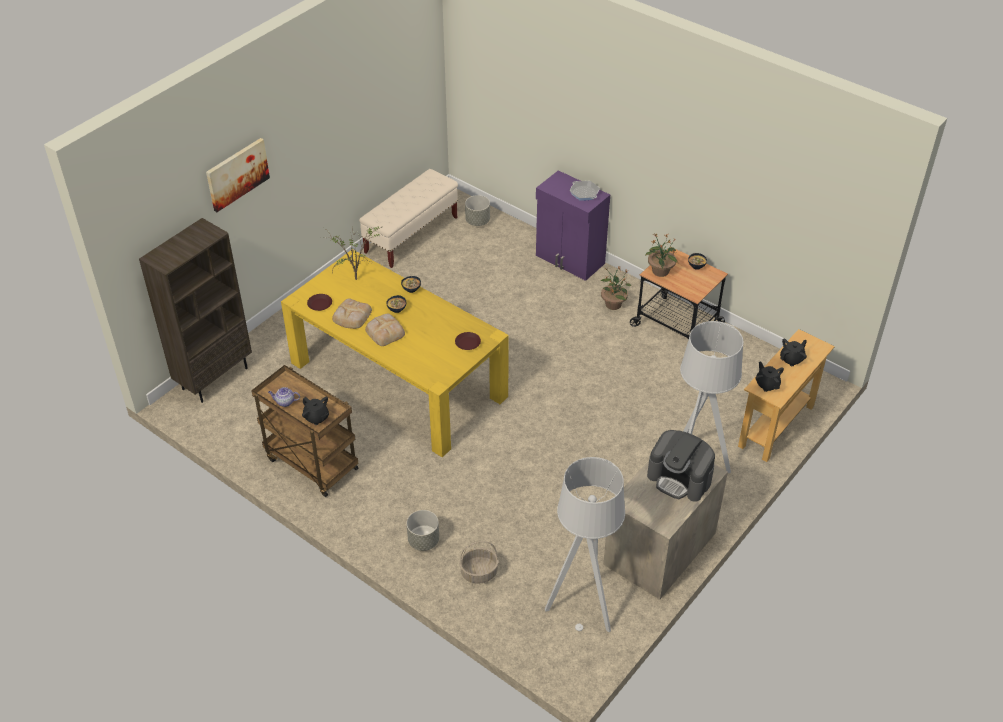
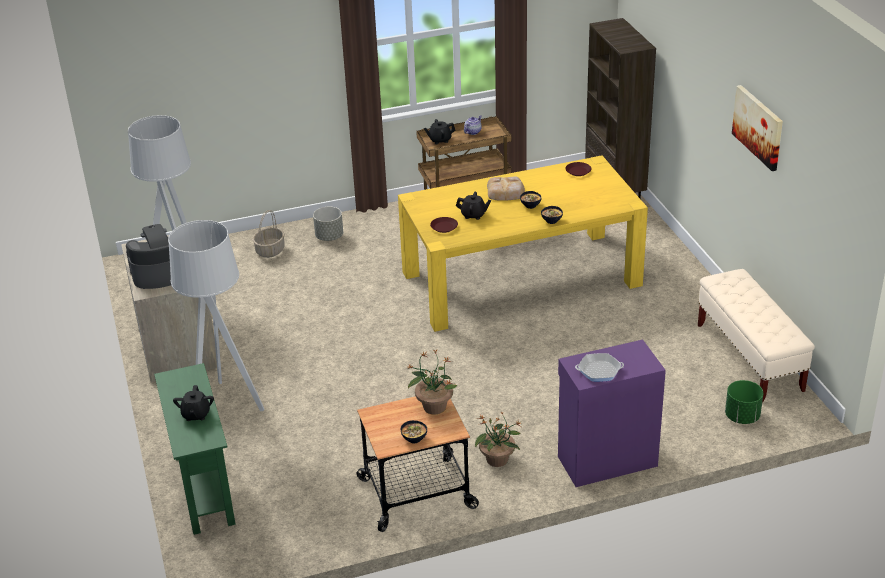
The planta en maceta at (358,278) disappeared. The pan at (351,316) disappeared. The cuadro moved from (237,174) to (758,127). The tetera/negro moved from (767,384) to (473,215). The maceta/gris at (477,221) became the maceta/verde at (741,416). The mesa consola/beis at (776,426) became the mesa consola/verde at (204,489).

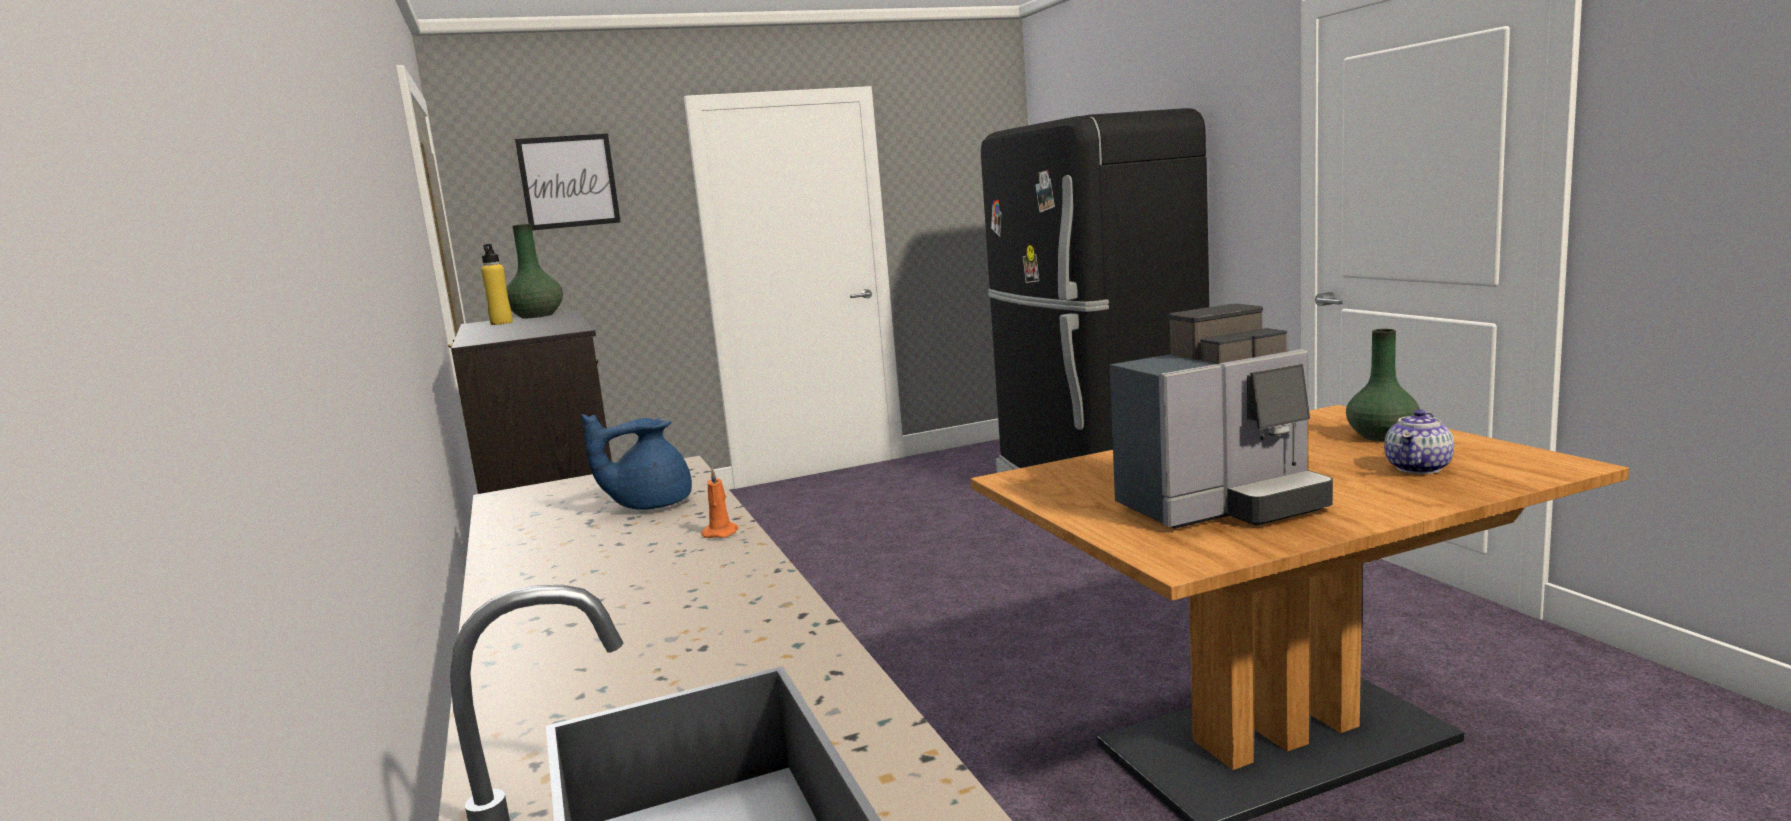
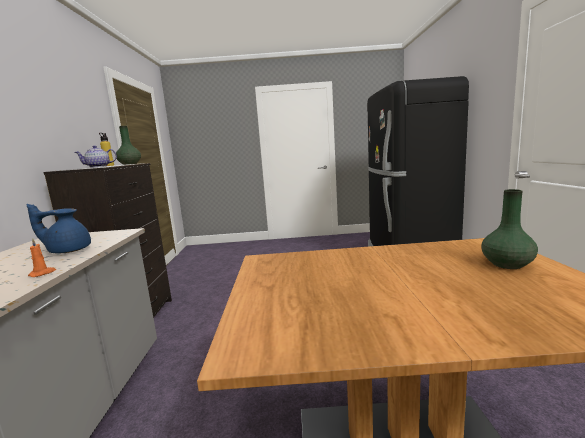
The cuadro at (568,181) disappeared. The cafetera at (1223,506) disappeared. The tetera moved from (1419,468) to (98,166).

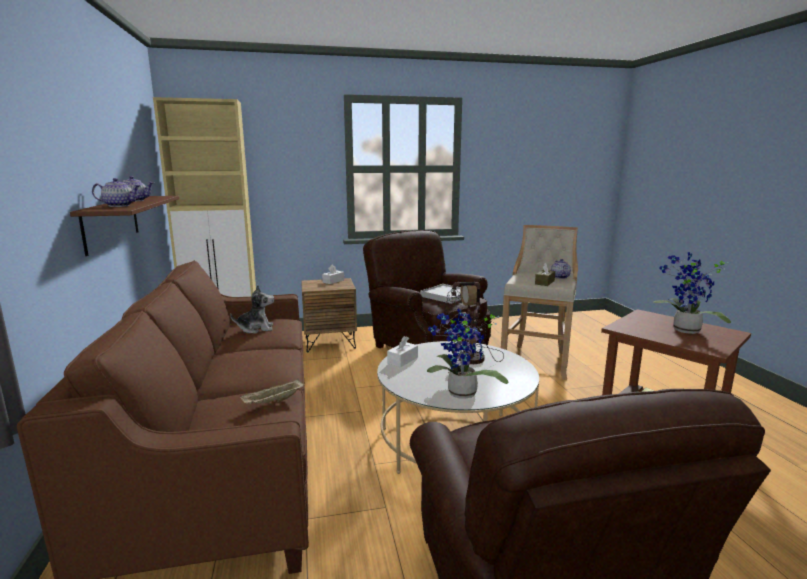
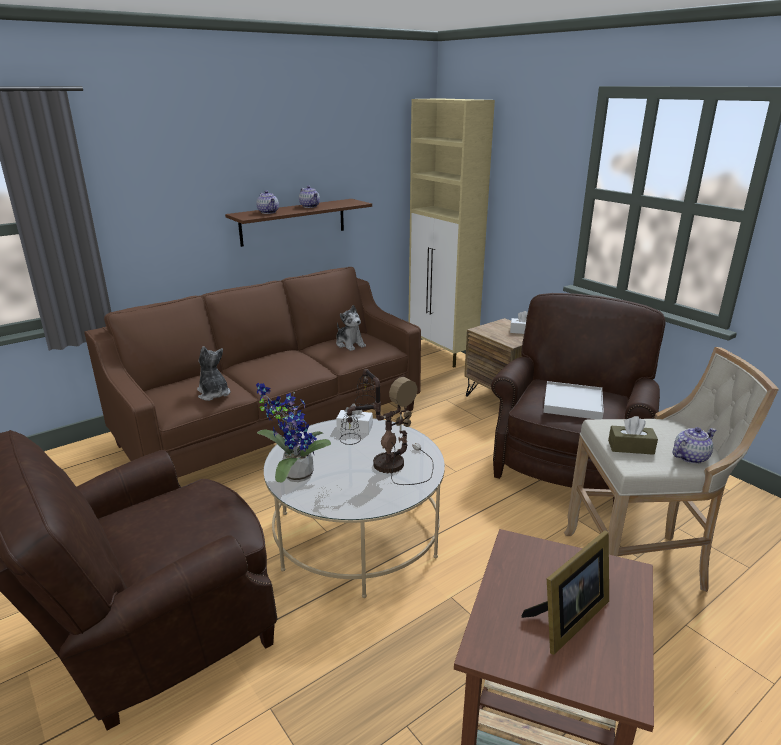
The bandeja/beis at (273,402) was replaced by the peluche at (213,394). The planta en maceta at (684,331) was replaced by the portarretratos at (567,620).

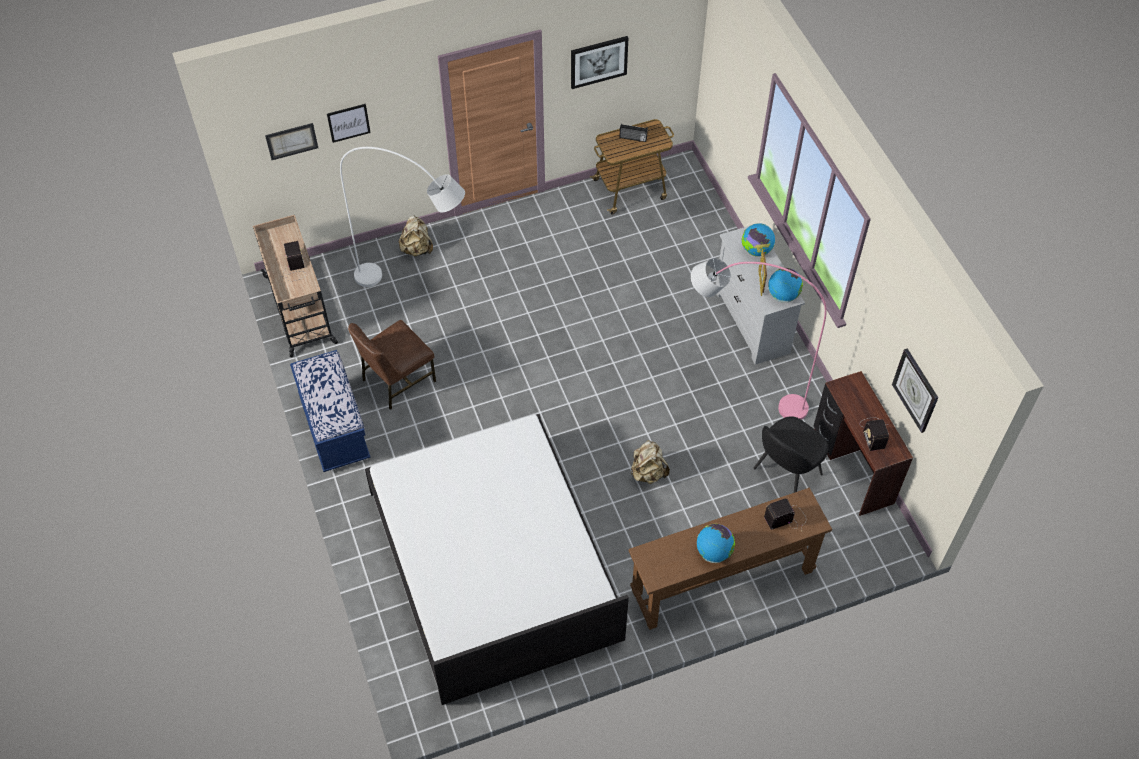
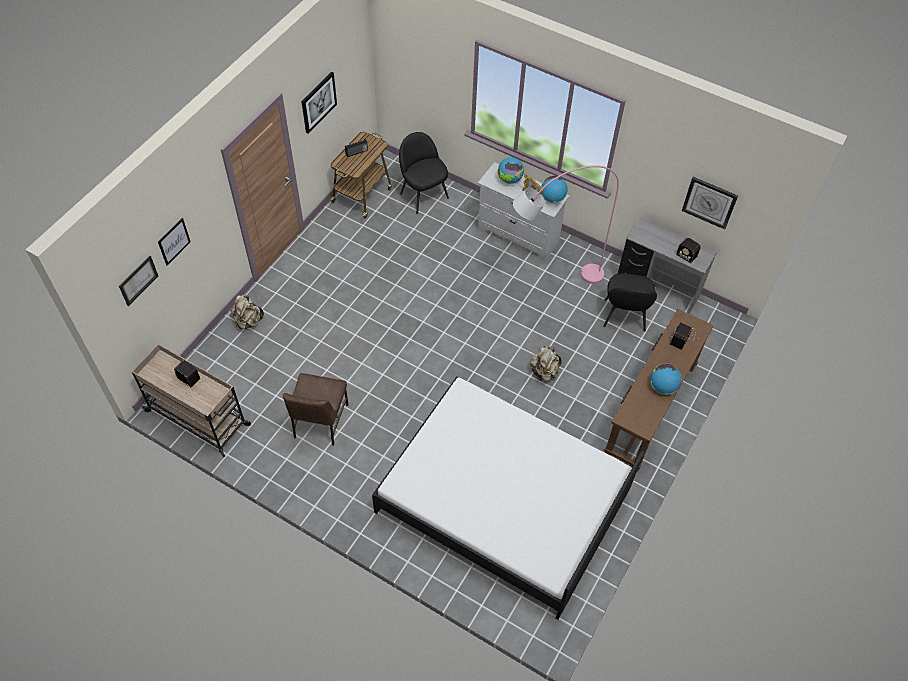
The banco/azul at (334,428) disappeared. The lámpara de pie/blanco at (417,288) disappeared. The silla/negro at (423,195) appeared. The escritorio/marrón at (851,467) became the escritorio/gris at (657,288).

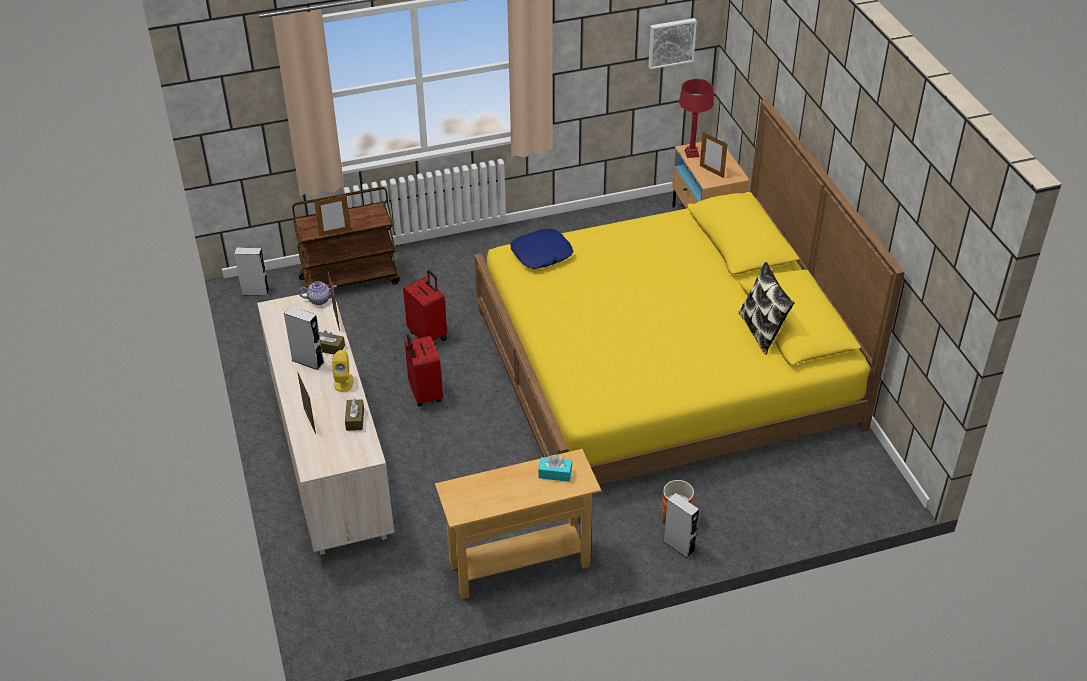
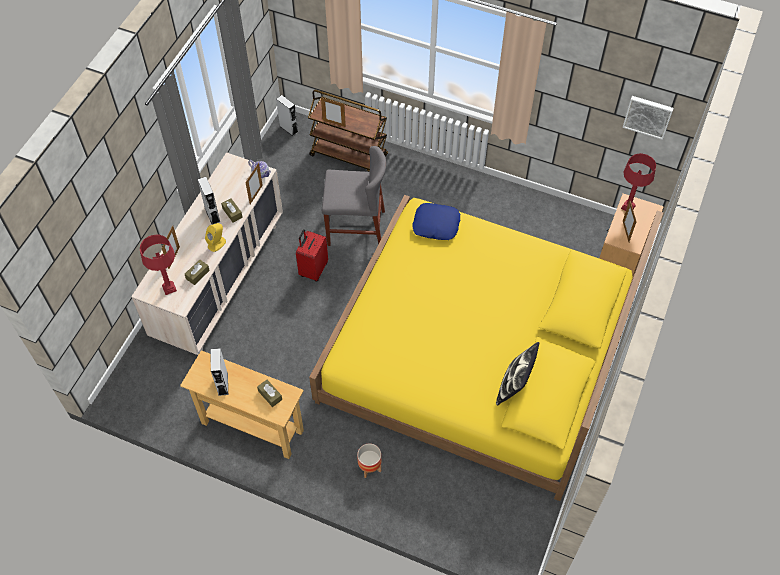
The lámpara de mesa/rojo at (169,288) appeared. The altavoz/gris moved from (679,546) to (223,384). The maleta/rojo at (428,335) was replaced by the silla/gris at (356,228). The caja de pañuelos/turquesa at (555,474) became the caja de pañuelos/marrón at (270,395).

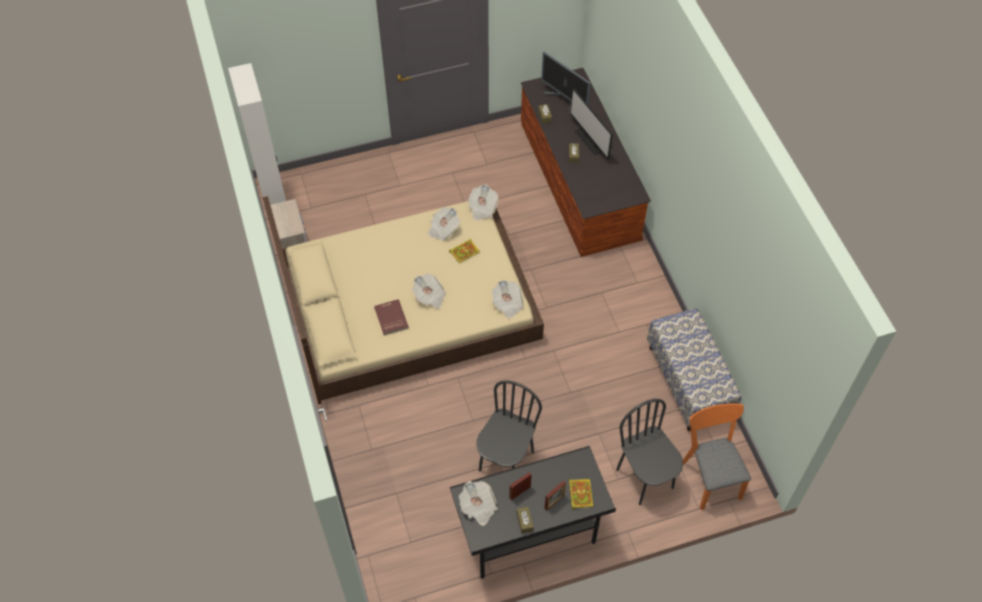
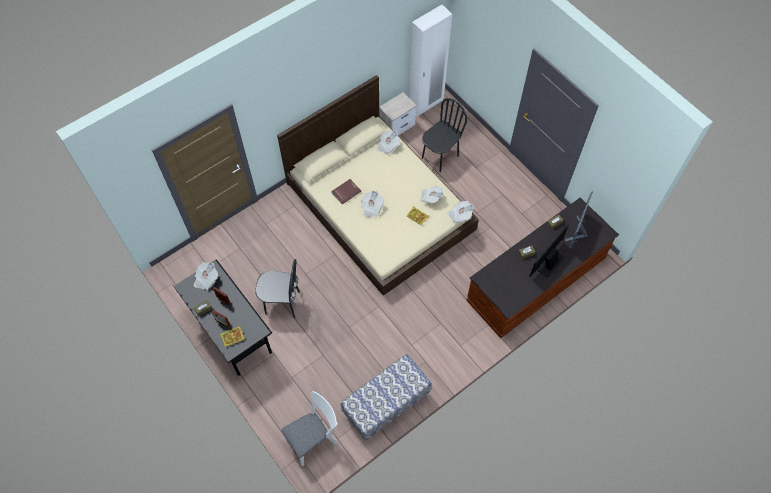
The periódico moved from (508,304) to (387,145). The silla/negro moved from (645,478) to (440,157). The silla/naranja at (709,475) became the silla/blanco at (314,438).

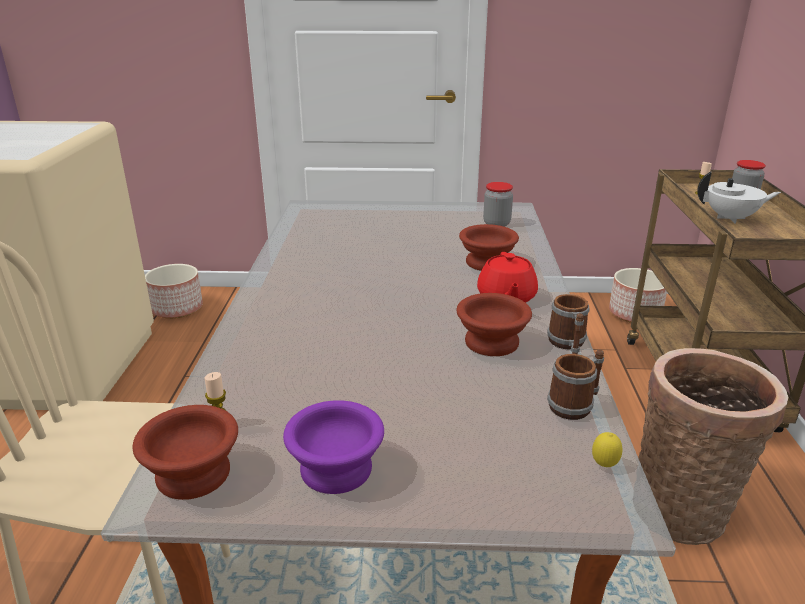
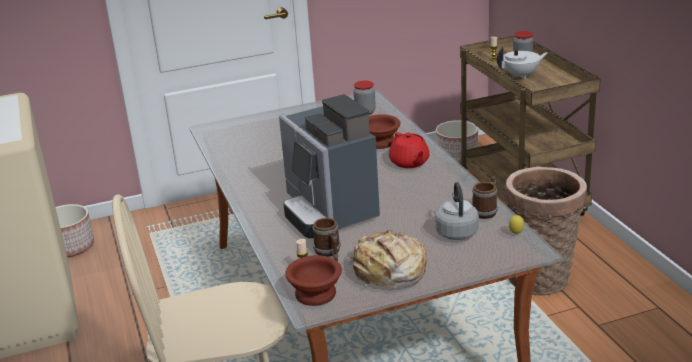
The cuenco/marrón at (489,342) disappeared. The cafetera at (328,211) appeared. The hervidor/gris at (456,231) appeared. The taza grande moved from (568,345) to (329,253). The cuenco/morado at (337,471) was replaced by the pan at (389,272).

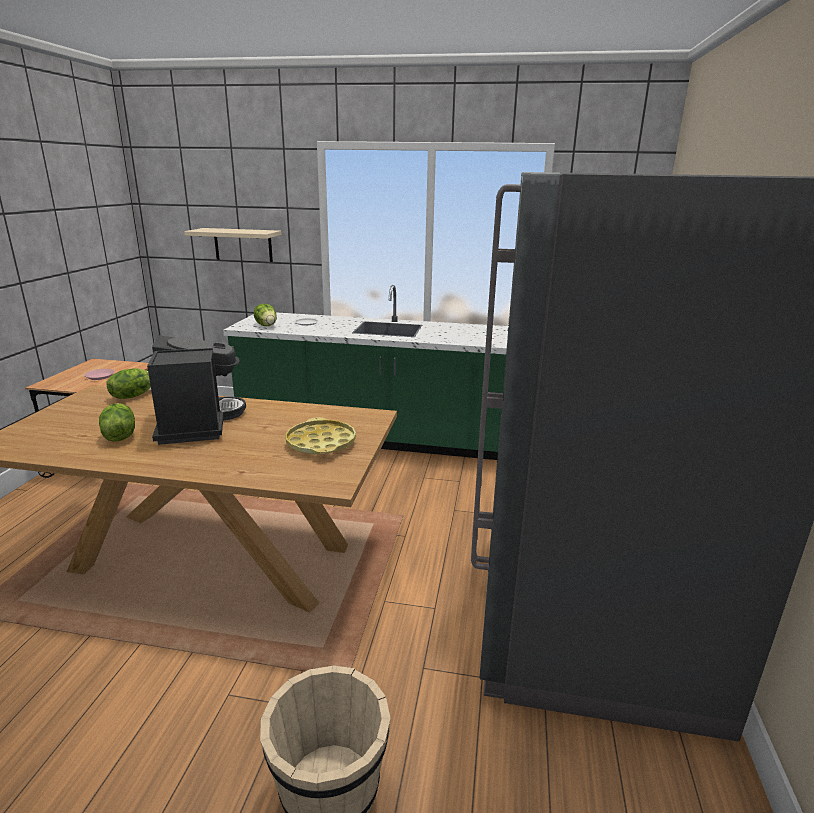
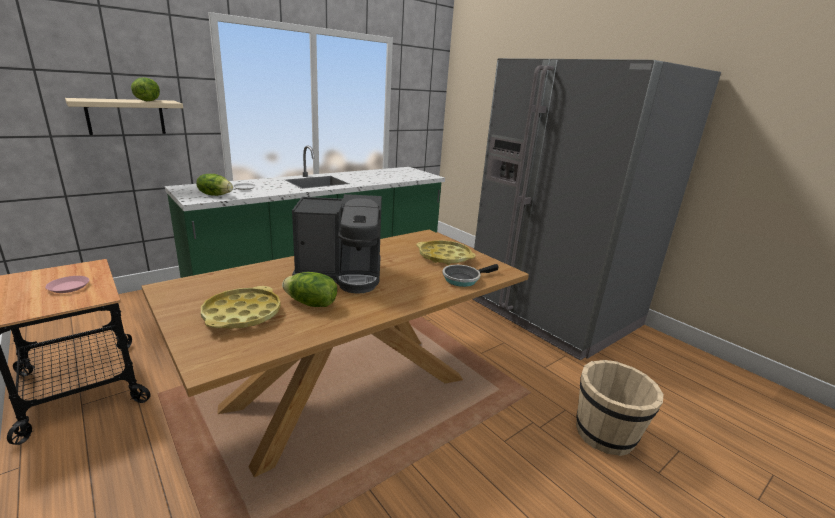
The bandeja/amarillo at (242,314) appeared. The sartén at (463,279) appeared. The lechuga moved from (133,396) to (148,101). The cafetera at (197,423) turned 150 degrees clockwise.

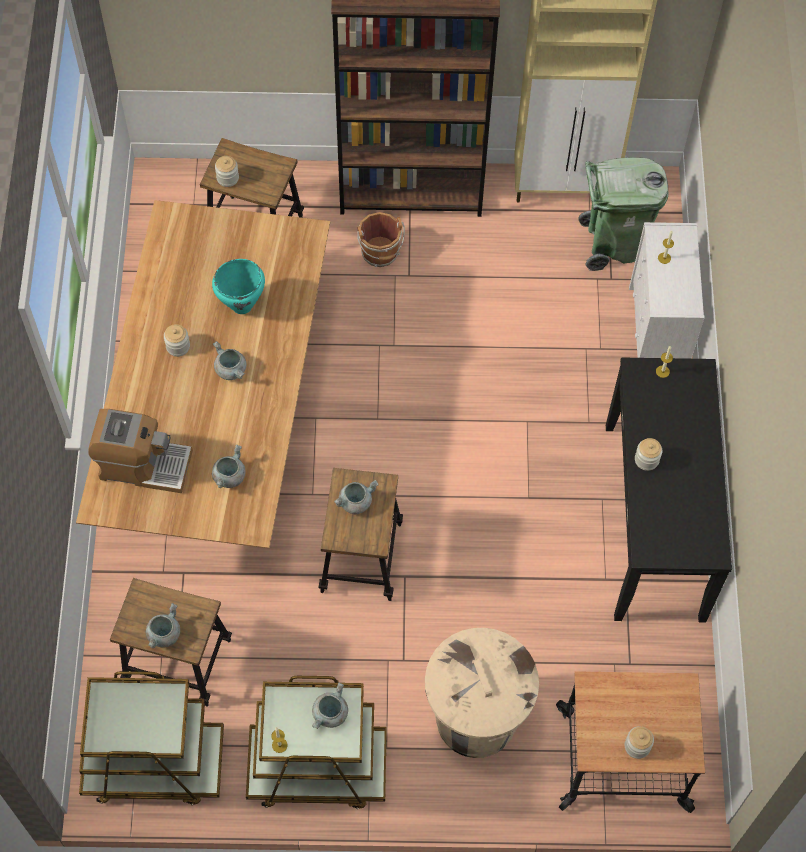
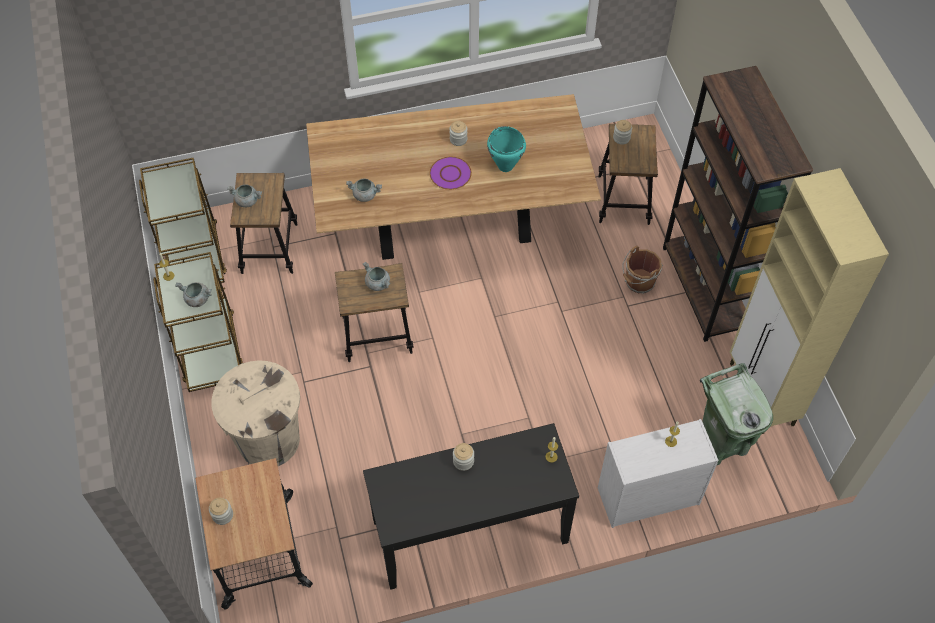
The cafetera at (144,464) disappeared. The olla/gris at (231,370) was replaced by the plato/morado at (450,174).

